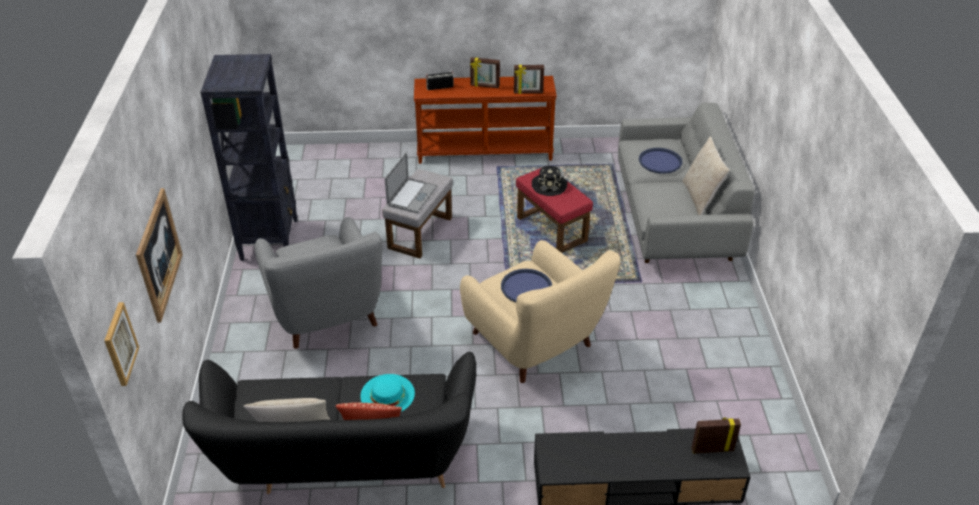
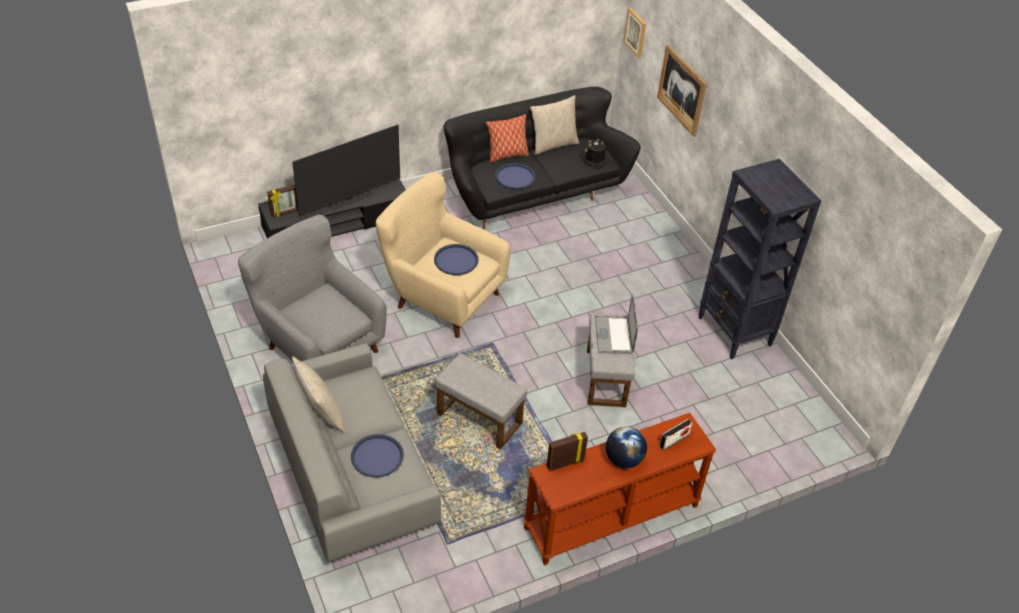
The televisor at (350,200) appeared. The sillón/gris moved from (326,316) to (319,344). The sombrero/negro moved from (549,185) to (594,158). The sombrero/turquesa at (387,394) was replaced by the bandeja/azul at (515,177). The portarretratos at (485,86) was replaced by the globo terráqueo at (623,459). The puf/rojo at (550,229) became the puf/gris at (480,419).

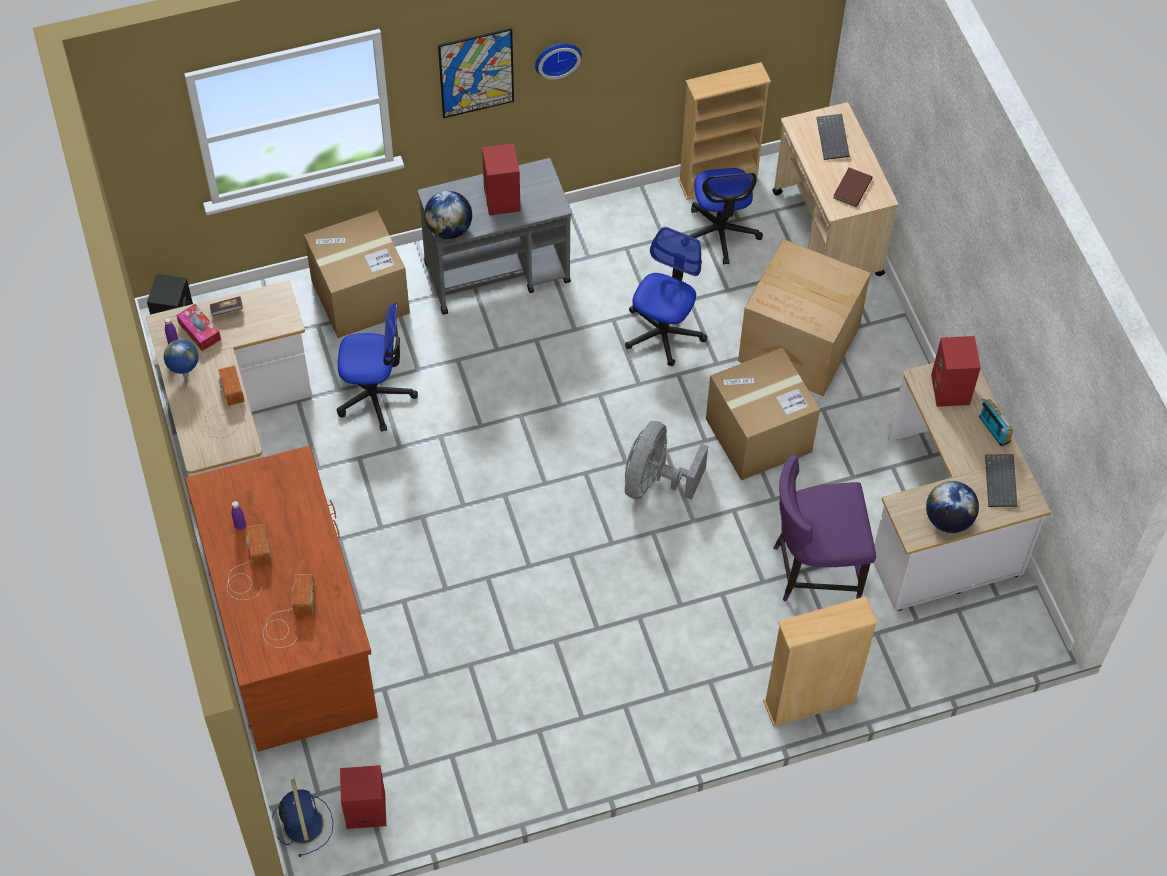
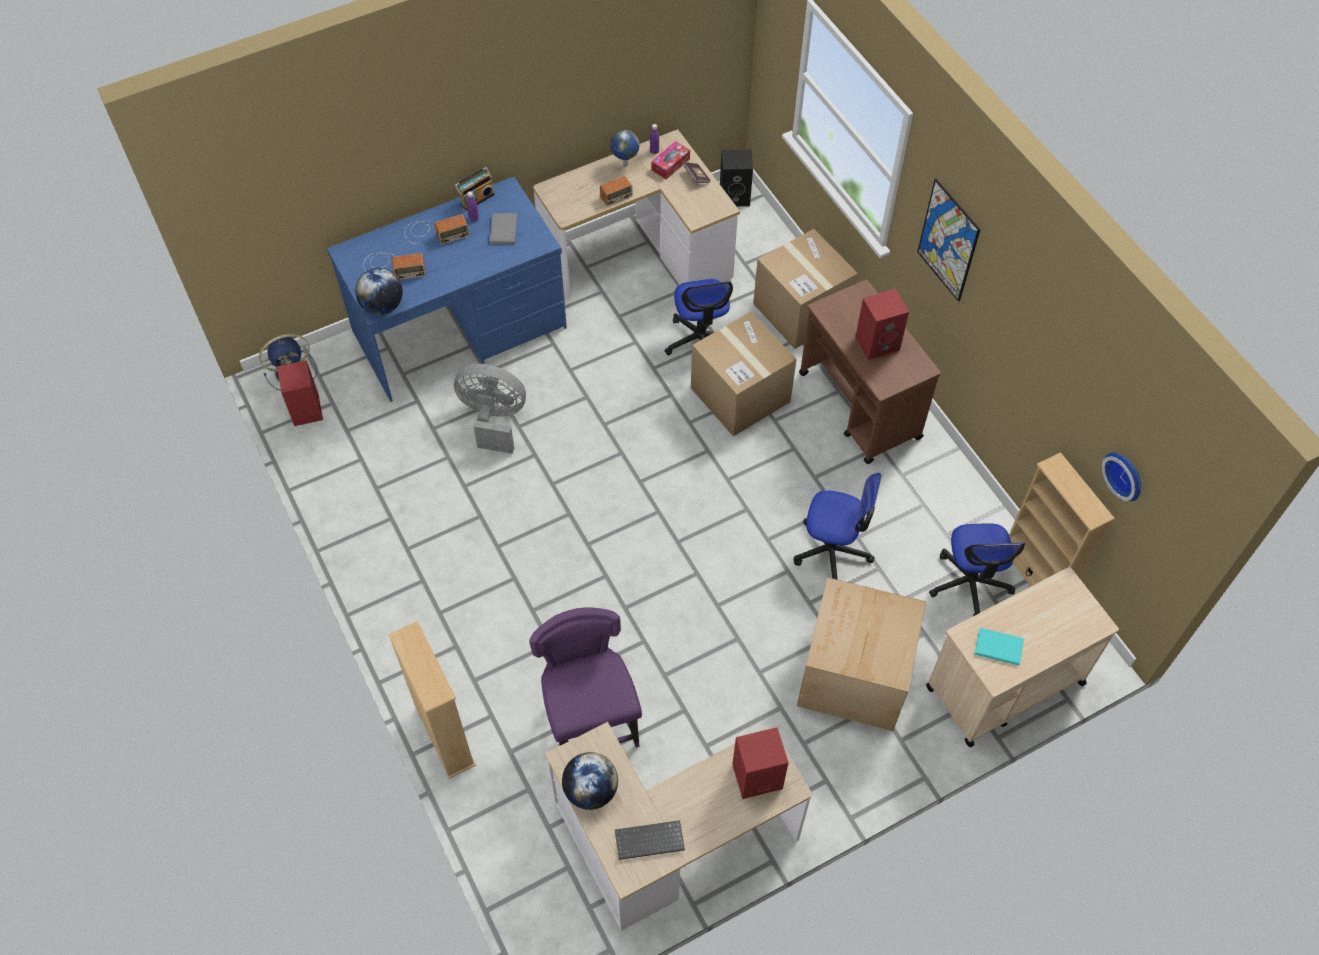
The teclado at (833,138) disappeared. The libro/gris at (502,230) appeared. The globo terráqueo moved from (449,229) to (382,306). The reloj de pared moved from (556,57) to (1125,474). The ventilador/gris moved from (655,482) to (493,419). The caja de cartón moved from (758,435) to (740,395). The radio moved from (992,430) to (476,198). The escritorio/marrón at (291,632) became the escritorio/azul at (460,330). The carrito/gris at (498,272) became the carrito/marrón at (860,406). The libro/marrón at (851,188) became the libro/turquesa at (998,646). The silla de oficina at (720,233) turned 75 degrees counterclockwise.

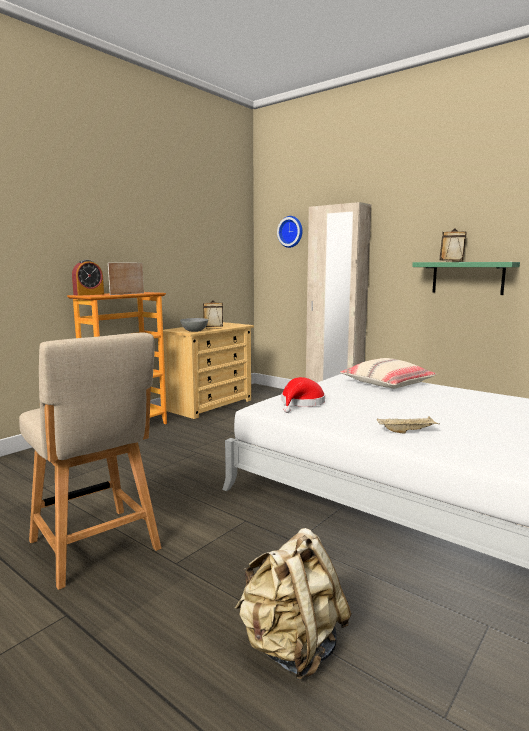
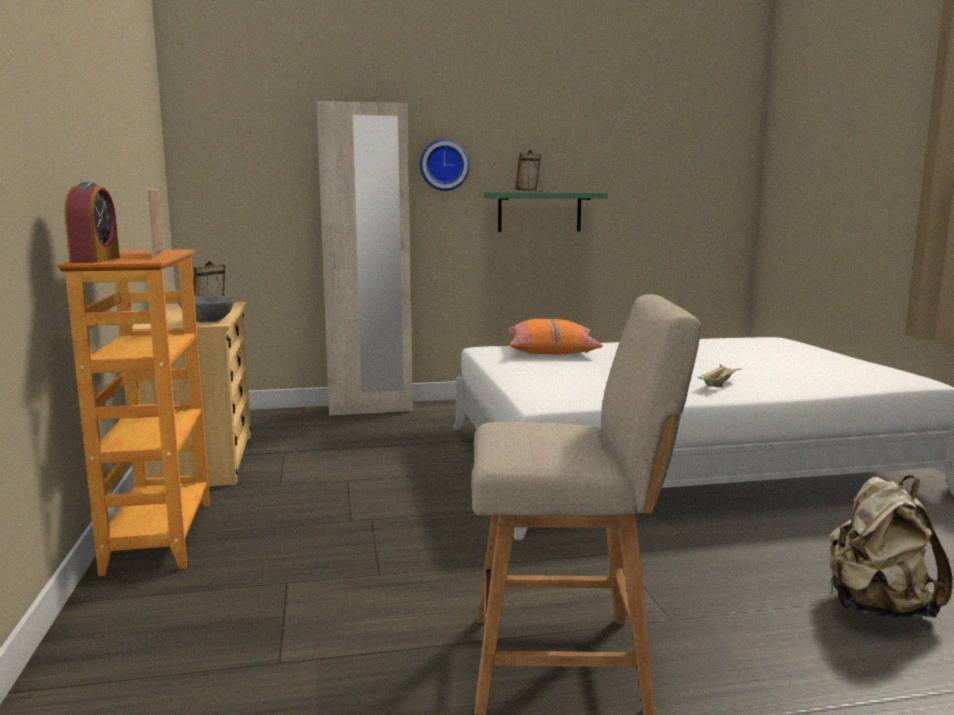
The sombrero/rojo at (301,403) disappeared. The reloj de pared moved from (291,232) to (443,165). The cojín/beis at (387,383) became the cojín/naranja at (552,351).

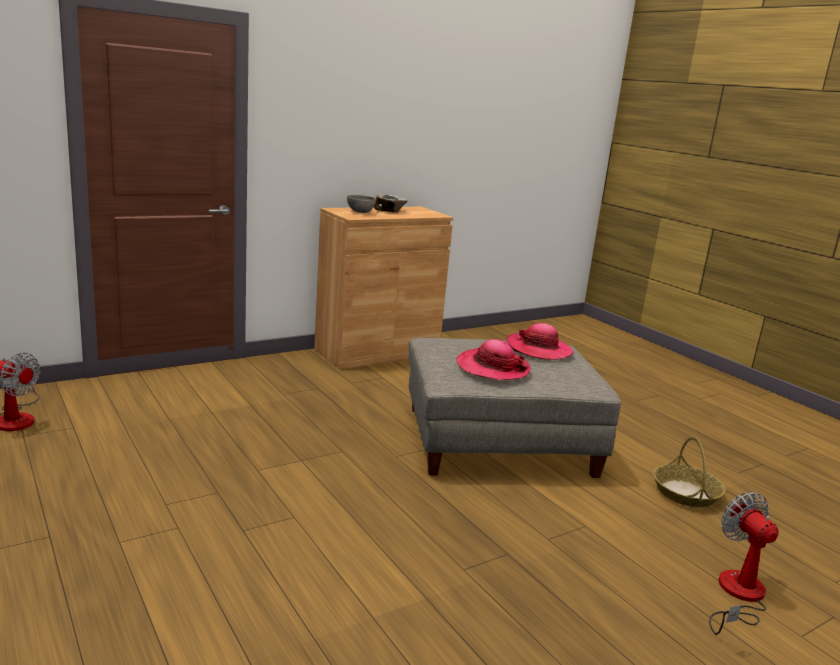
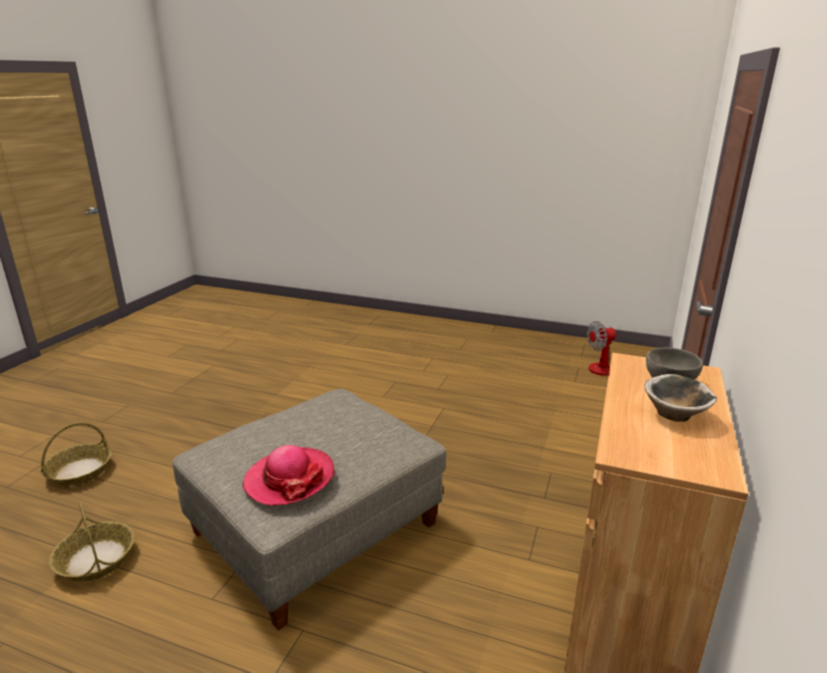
The sombrero at (492,367) disappeared. The ventilador at (737,596) was replaced by the cesta at (80,471).

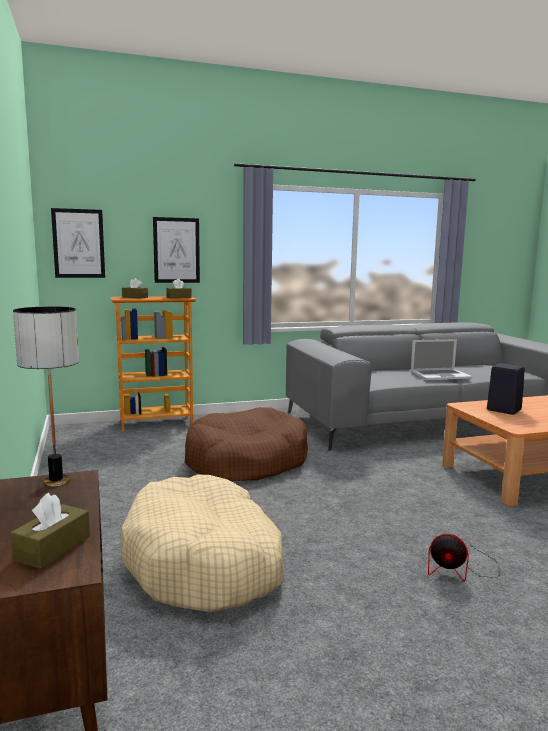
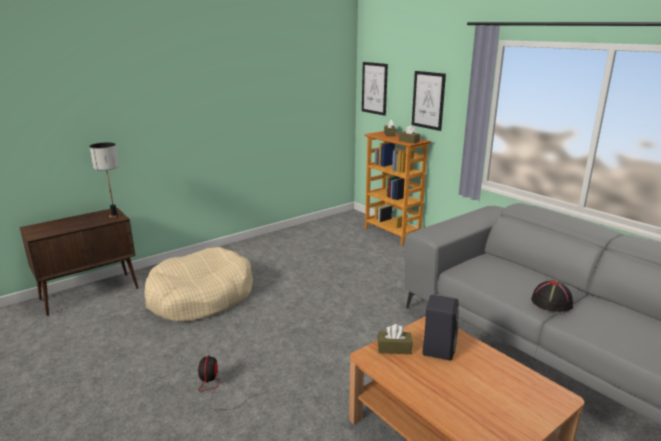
The cama para perro/marrón at (246,461) disappeared. The caja de pañuelos/marrón moved from (52,548) to (394,348). The portátil at (440,375) was replaced by the sombrero/negro at (552,302).

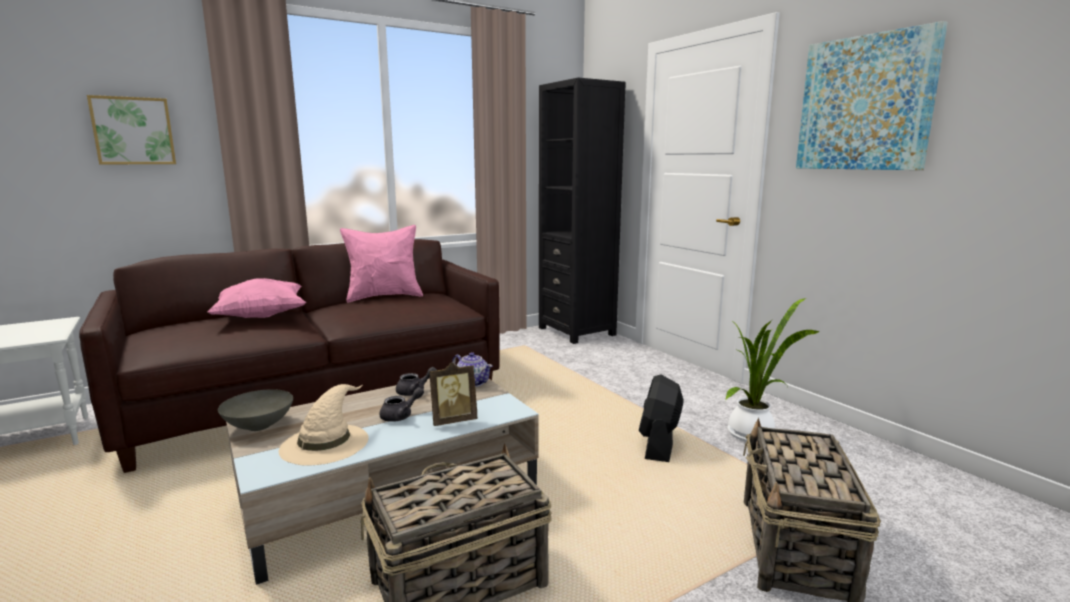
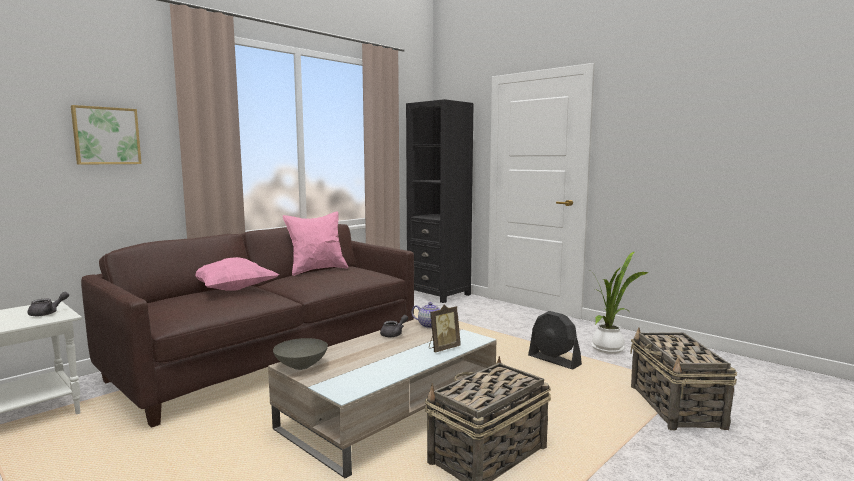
The sombrero/beis at (325,443) disappeared. The cuadro at (865,103) disappeared. The tetera/gris moved from (401,416) to (48,313). The ventilador/negro at (658,444) turned 45 degrees counterclockwise.

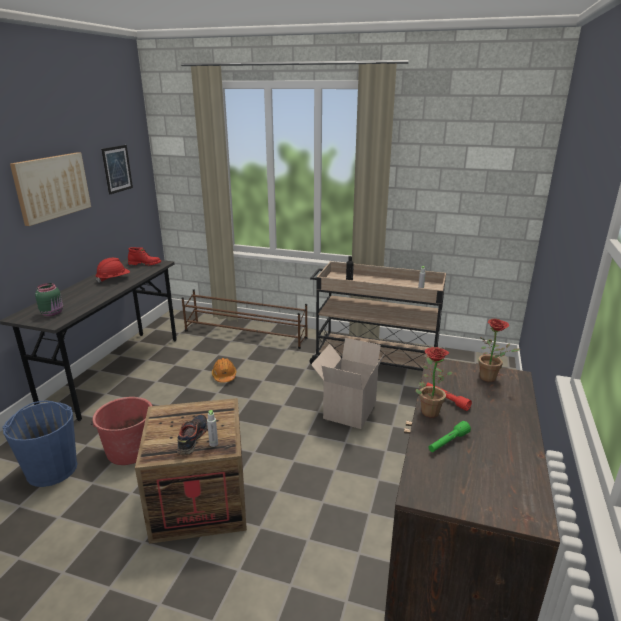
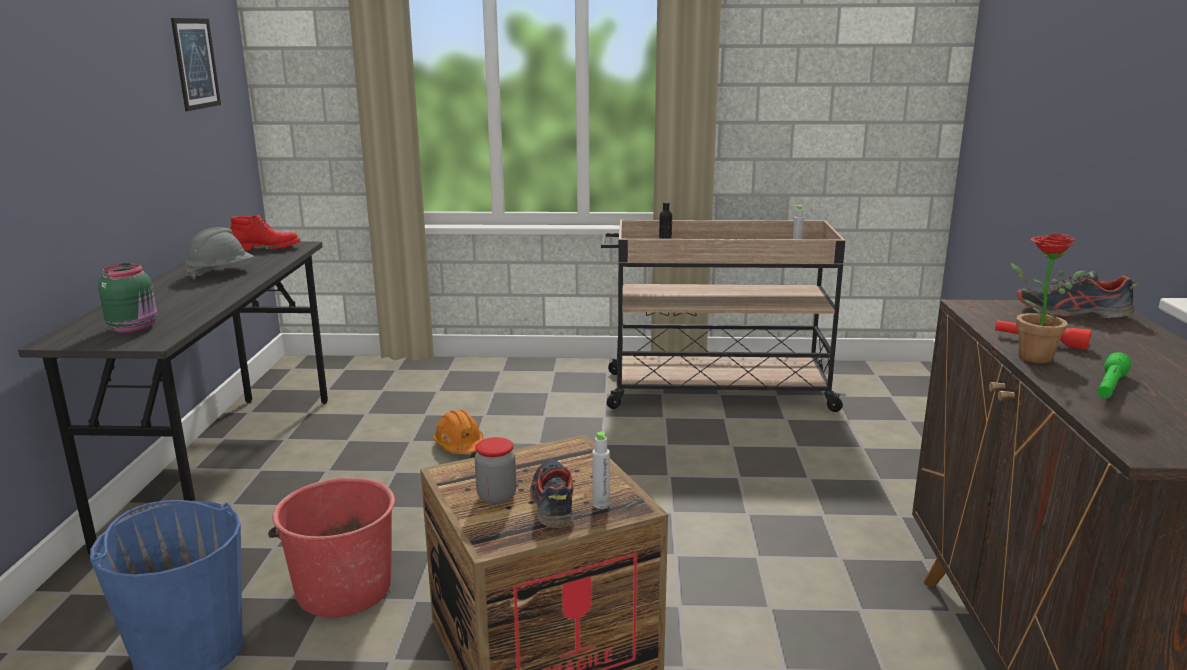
The cuadro at (52,187) disappeared. The zapatero/marrón at (245,334) disappeared. The caja de cartón at (348,410) disappeared. The tarro at (496,496) appeared. The planta en maceta at (491,378) was replaced by the zapato at (1072,312). The casco/rojo at (114,279) became the casco/gris at (221,272).

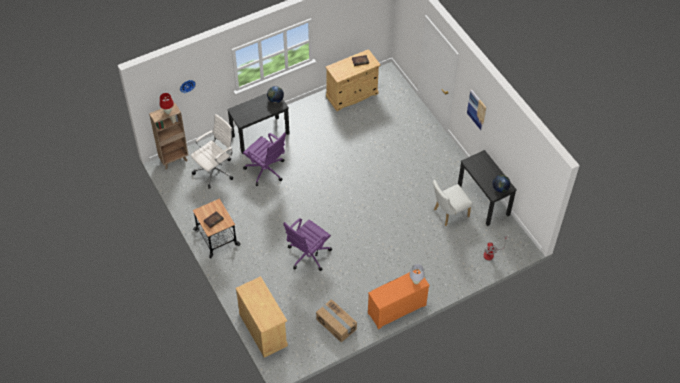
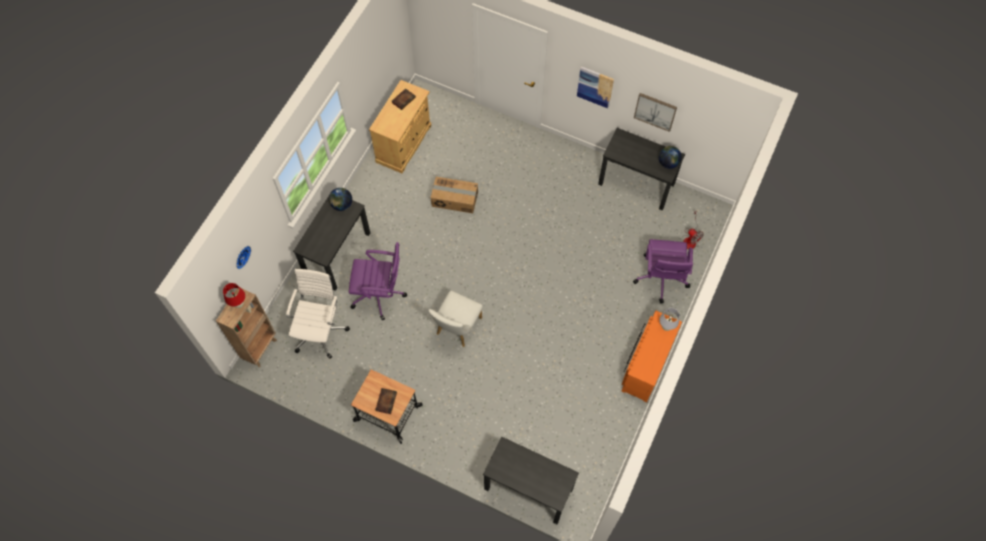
The cuadro at (655,111) appeared. The silla de oficina/morado moved from (307,255) to (661,279). The caja de cartón moved from (336,324) to (455,199). The silla/blanco moved from (448,213) to (456,328). The armario/beis at (263,329) was replaced by the escritorio/negro at (528,488).

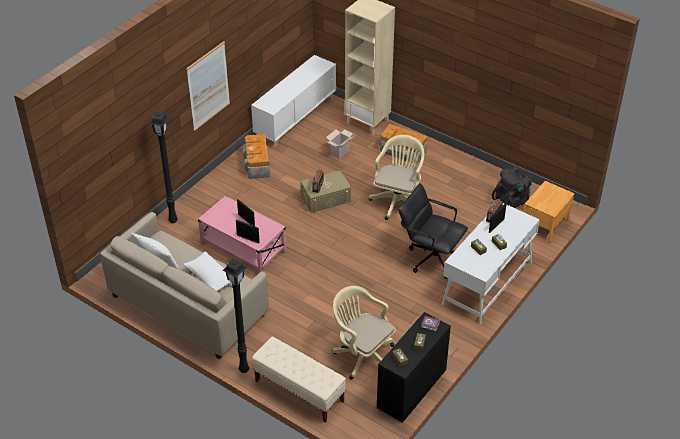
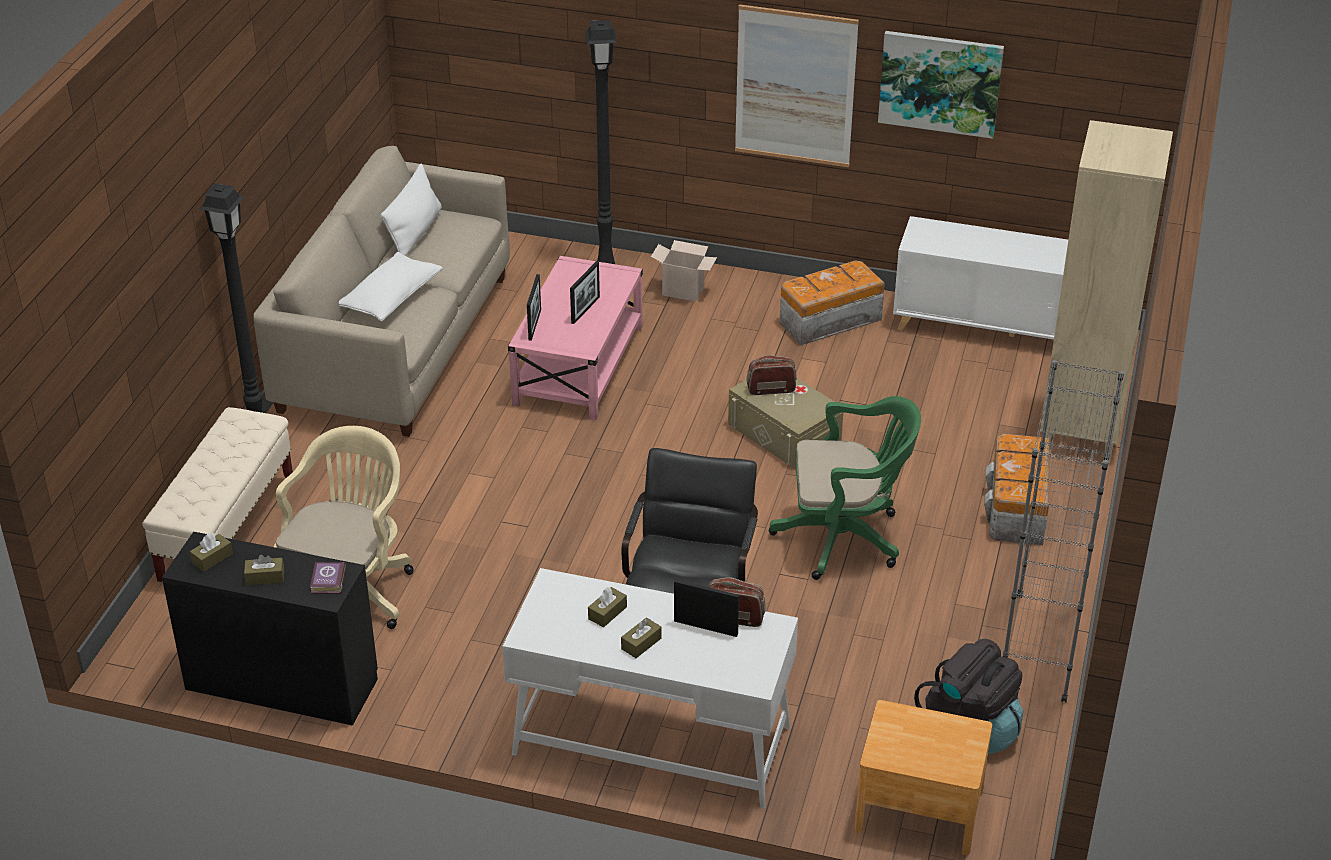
The cuadro at (940,83) appeared. The estantería/gris at (1041,646) appeared. The caja de cartón moved from (339,152) to (684,291). The silla de oficina/beis at (398,200) became the silla de oficina/verde at (845,538).

